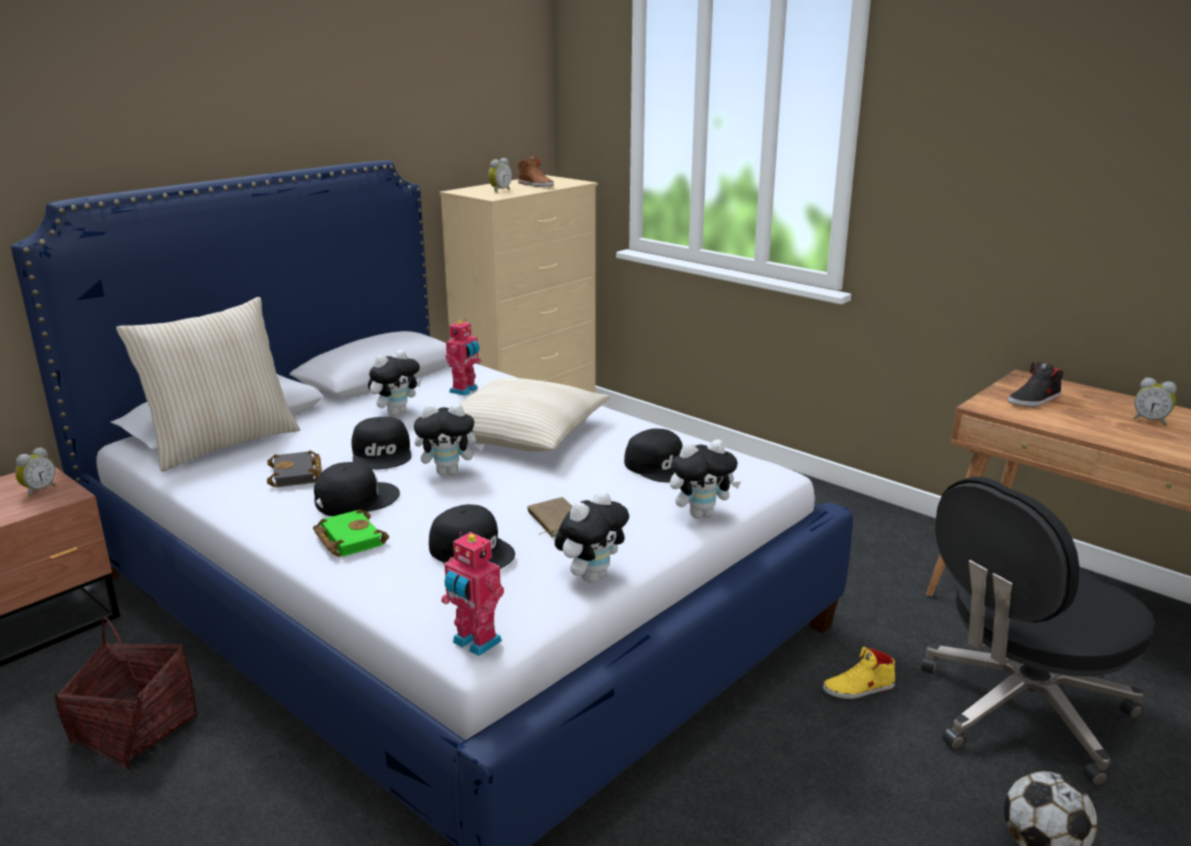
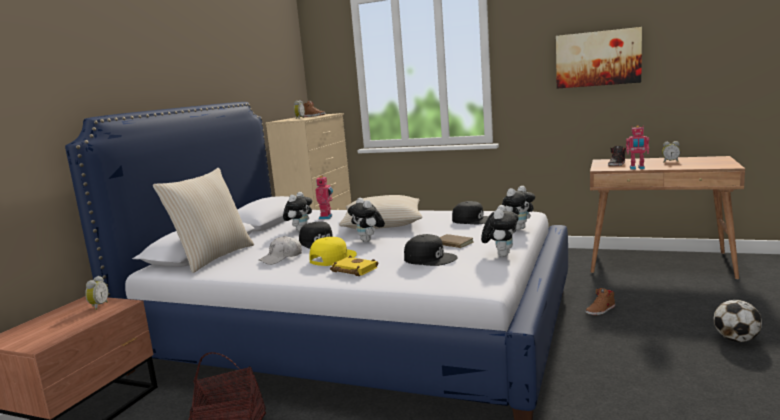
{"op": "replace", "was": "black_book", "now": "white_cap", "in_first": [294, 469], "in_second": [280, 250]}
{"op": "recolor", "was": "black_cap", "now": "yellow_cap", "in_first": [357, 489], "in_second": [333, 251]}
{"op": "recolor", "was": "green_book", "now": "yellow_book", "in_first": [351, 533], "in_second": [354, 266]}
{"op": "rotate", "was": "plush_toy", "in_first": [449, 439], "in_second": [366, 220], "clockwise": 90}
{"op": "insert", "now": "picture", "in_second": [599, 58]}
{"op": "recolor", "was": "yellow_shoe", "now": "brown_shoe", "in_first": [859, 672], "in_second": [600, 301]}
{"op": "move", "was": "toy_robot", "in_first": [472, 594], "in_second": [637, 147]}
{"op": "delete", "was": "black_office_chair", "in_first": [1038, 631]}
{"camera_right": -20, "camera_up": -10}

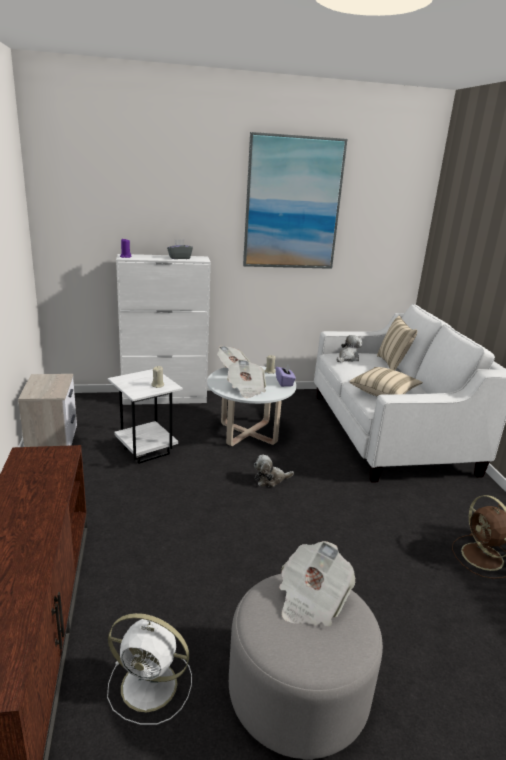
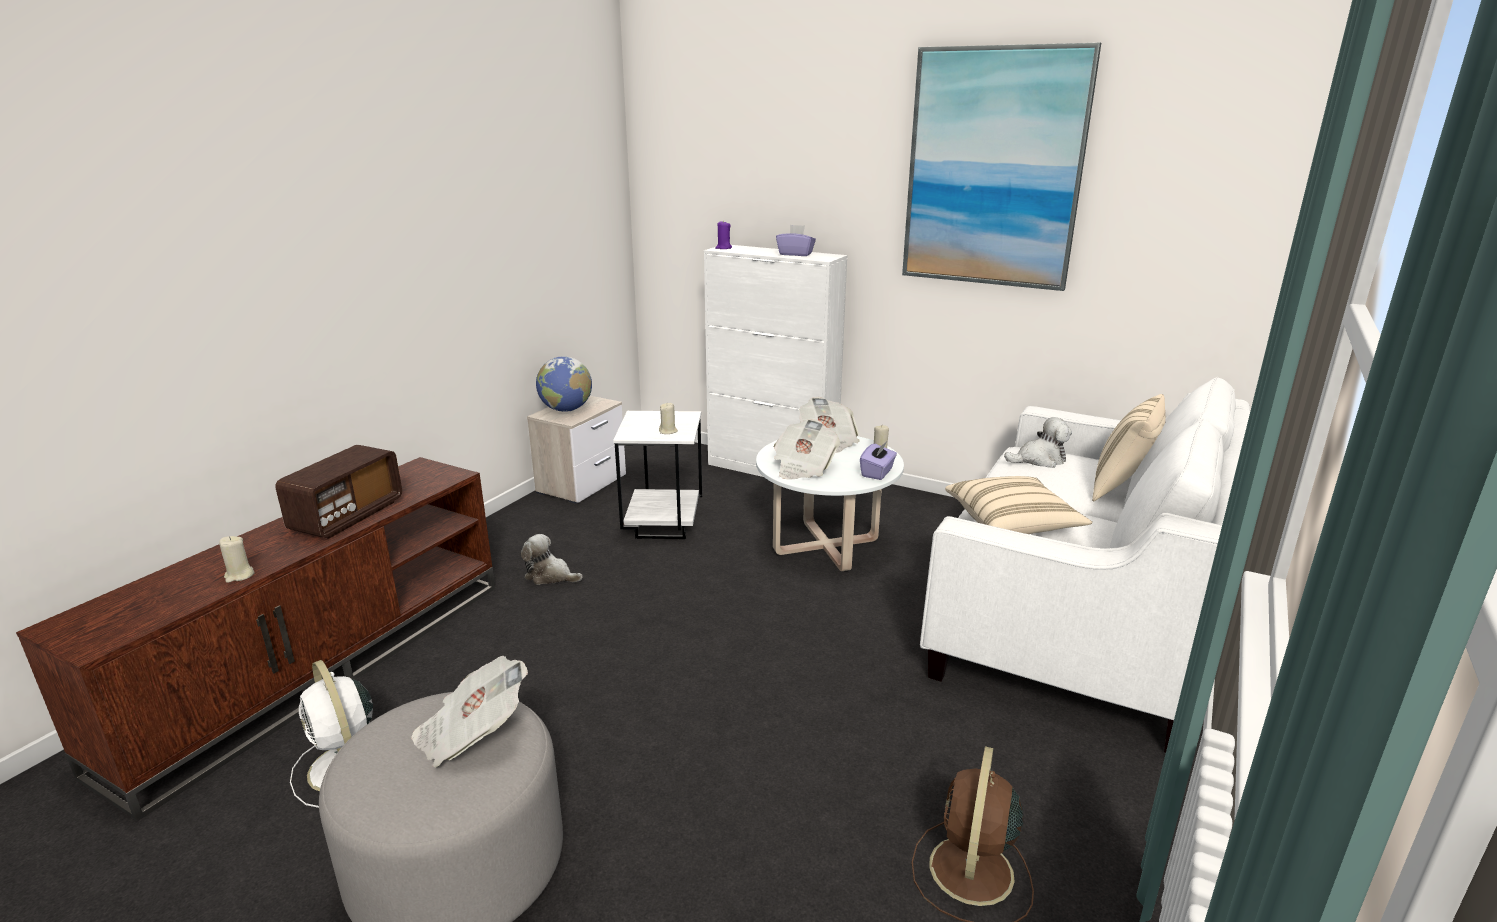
{"op": "insert", "now": "beige_candle", "in_second": [237, 559]}
{"op": "insert", "now": "radio", "in_second": [339, 492]}
{"op": "move", "was": "plush_toy", "in_first": [274, 471], "in_second": [552, 559]}
{"op": "insert", "now": "globe", "in_second": [564, 384]}
{"op": "recolor", "was": "grey_tissue_box", "now": "purple_tissue_box", "in_first": [180, 249], "in_second": [796, 240]}
{"camera_right": 40, "camera_up": 0}

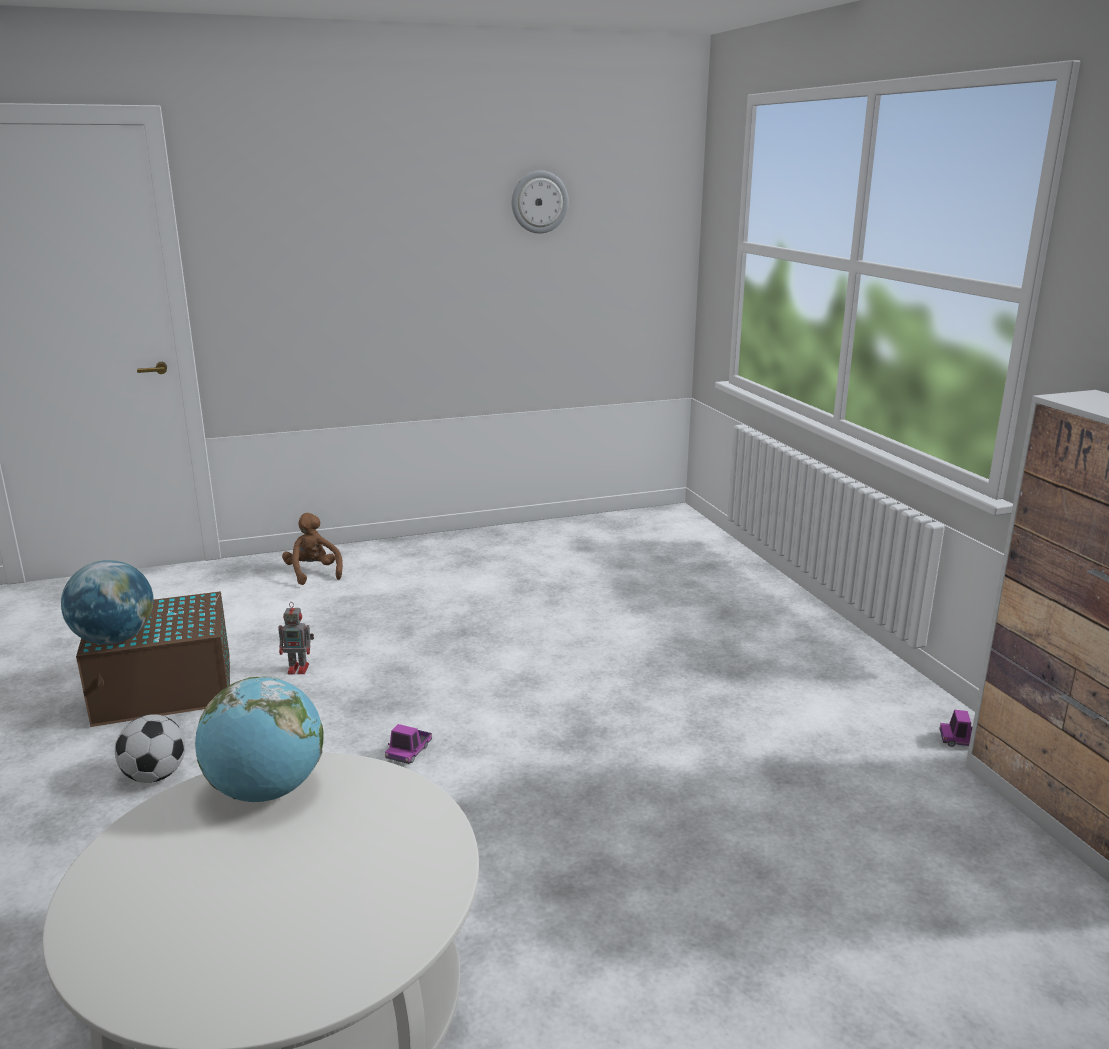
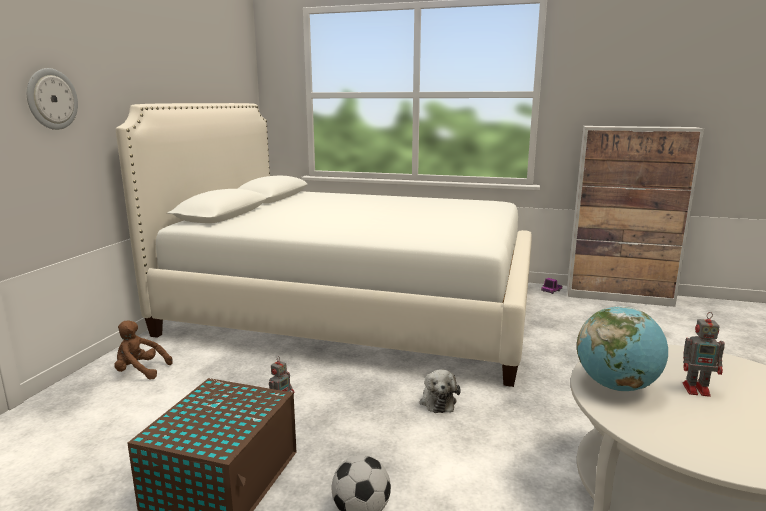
{"op": "move", "was": "wall_clock", "in_first": [540, 202], "in_second": [52, 99]}
{"op": "insert", "now": "white_bed", "in_second": [324, 245]}
{"op": "replace", "was": "toy_truck", "now": "plush_toy", "in_first": [408, 744], "in_second": [440, 391]}
{"op": "insert", "now": "toy_robot", "in_second": [704, 354]}
{"op": "delete", "was": "globe", "in_first": [107, 602]}
{"camera_right": -55, "camera_up": -5}

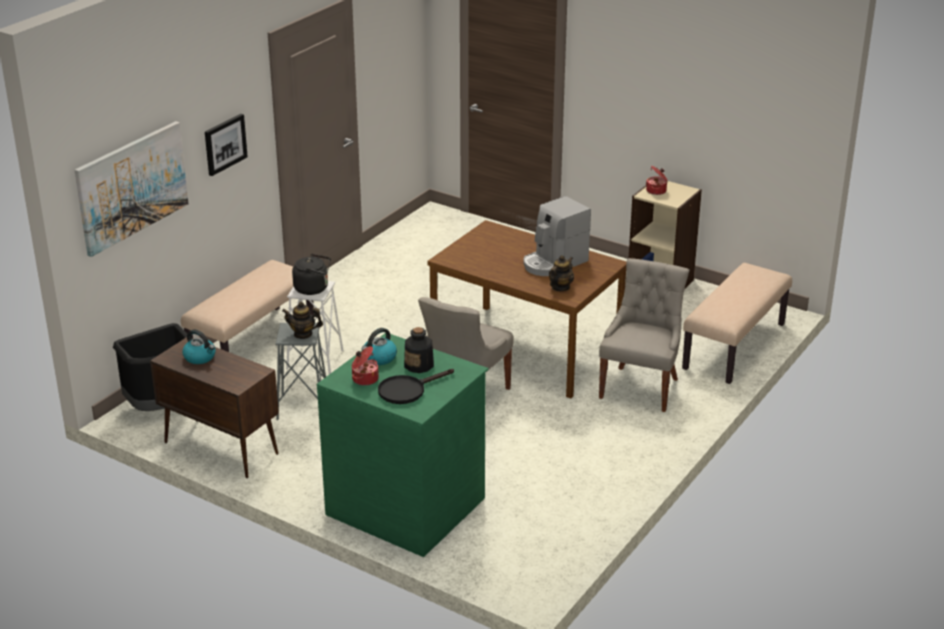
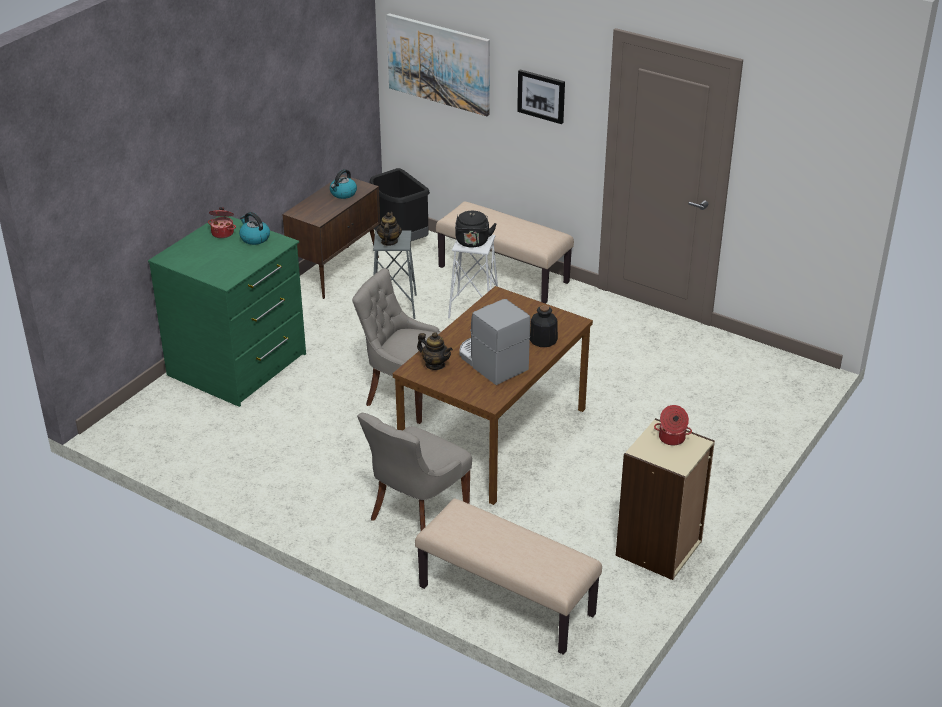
{"op": "rotate", "was": "grey_chair", "in_first": [644, 335], "in_second": [414, 472], "clockwise": 105}
{"op": "move", "was": "bottle", "in_first": [419, 350], "in_second": [544, 326]}
{"op": "delete", "was": "black_frying_pan", "in_first": [416, 386]}
{"camera_right": 90, "camera_up": 5}

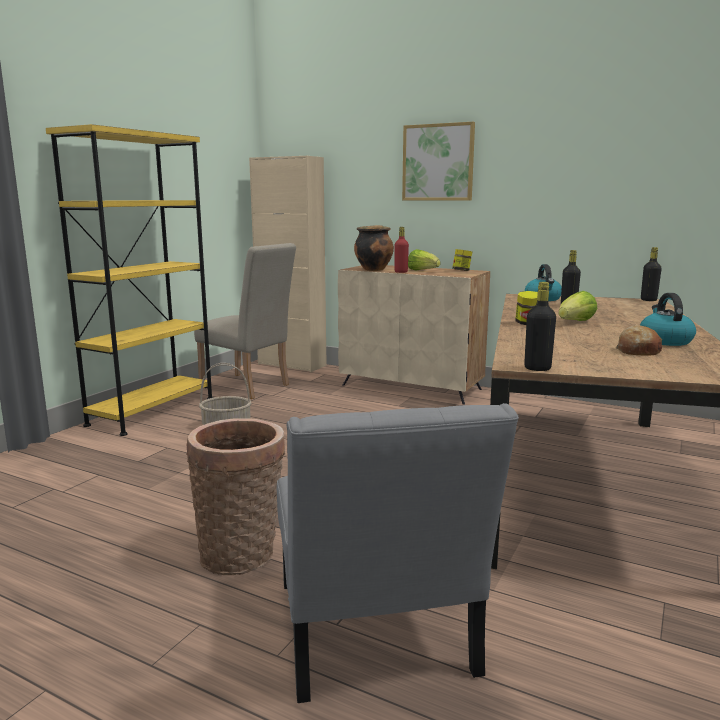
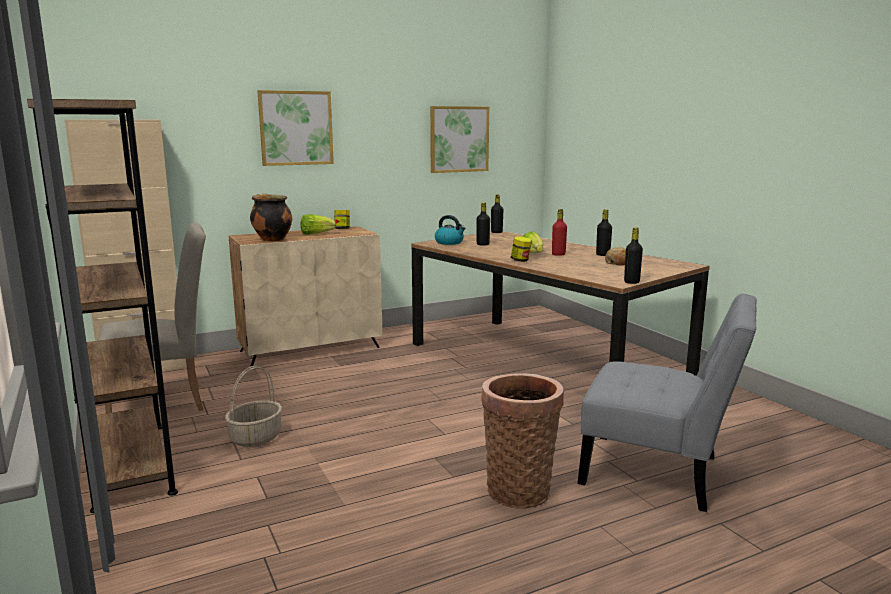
{"op": "recolor", "was": "yellow_bookcase", "now": "brown_bookcase", "in_first": [129, 280], "in_second": [102, 306]}
{"op": "insert", "now": "picture", "in_second": [459, 139]}
{"op": "move", "was": "red_bottle", "in_first": [402, 250], "in_second": [559, 232]}
{"op": "replace", "was": "kettle", "now": "black_bottle", "in_first": [668, 319], "in_second": [604, 232]}
{"camera_right": -55, "camera_up": 0}

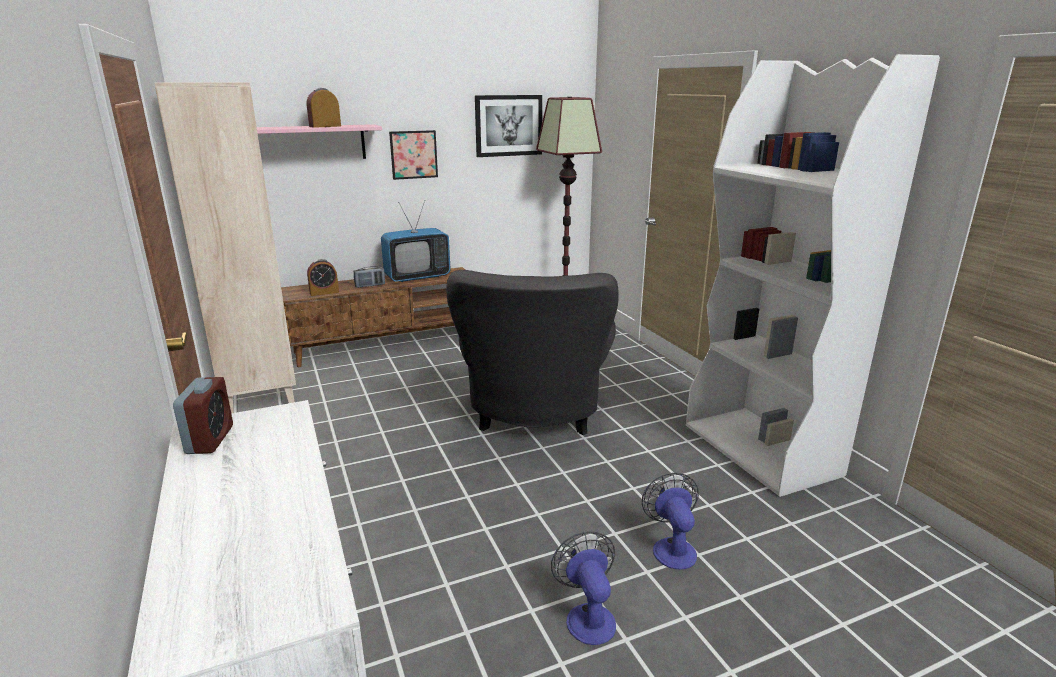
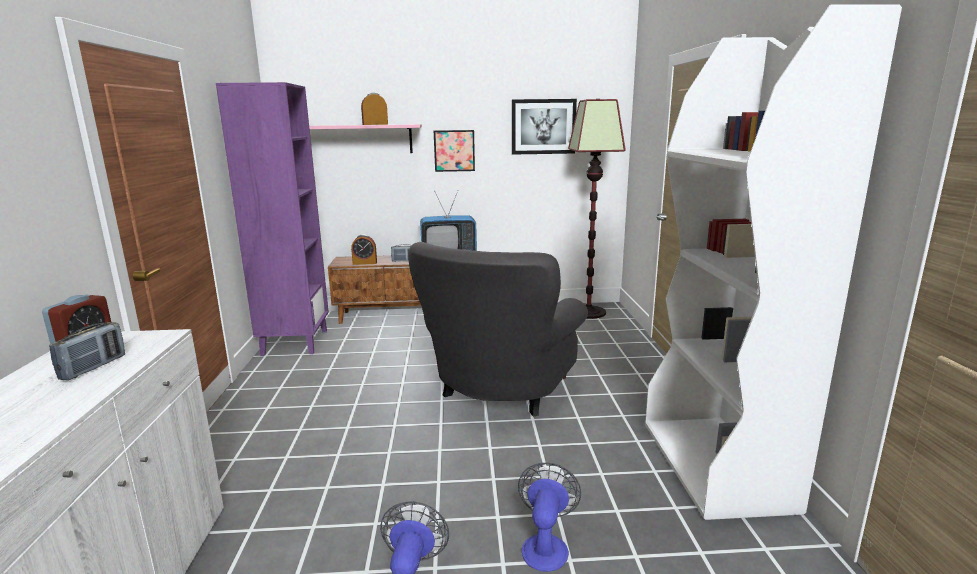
{"op": "insert", "now": "radio", "in_second": [87, 351]}
{"op": "recolor", "was": "beige_bookcase", "now": "purple_bookcase", "in_first": [225, 248], "in_second": [272, 219]}
{"camera_right": 20, "camera_up": -5}

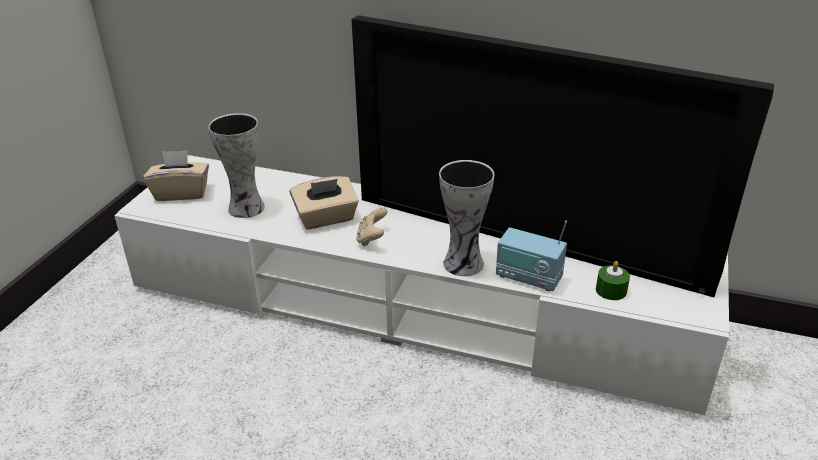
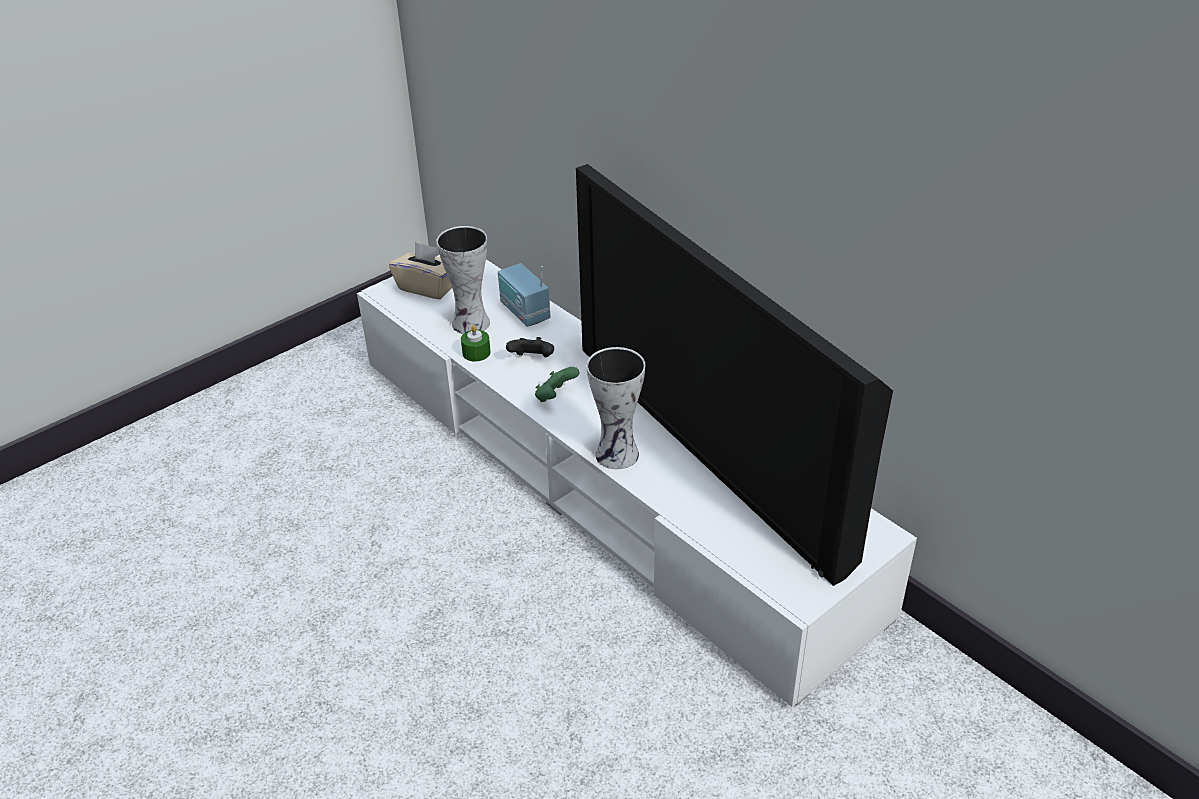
{"op": "move", "was": "green_candle", "in_first": [613, 280], "in_second": [476, 343]}
{"op": "move", "was": "radio", "in_first": [531, 256], "in_second": [524, 295]}
{"op": "replace", "was": "beige_tissue_box", "now": "black_game_controller", "in_first": [324, 202], "in_second": [530, 347]}
{"op": "recolor", "was": "beige_game_controller", "now": "green_game_controller", "in_first": [371, 227], "in_second": [557, 384]}
{"camera_right": 30, "camera_up": 5}

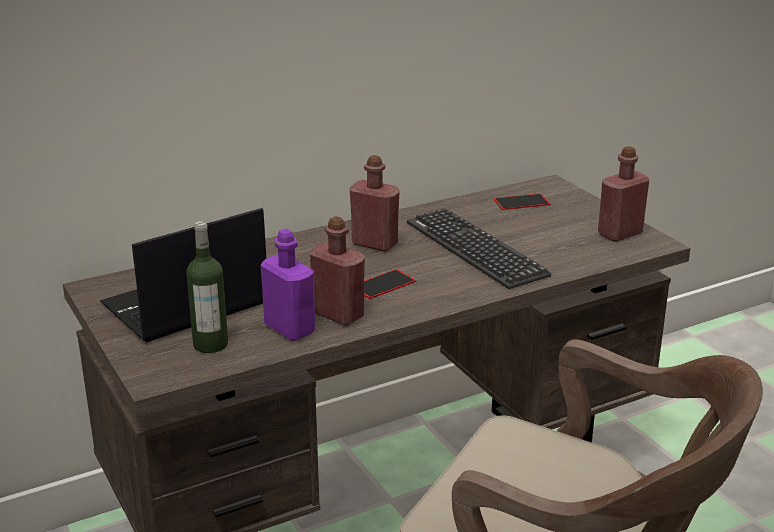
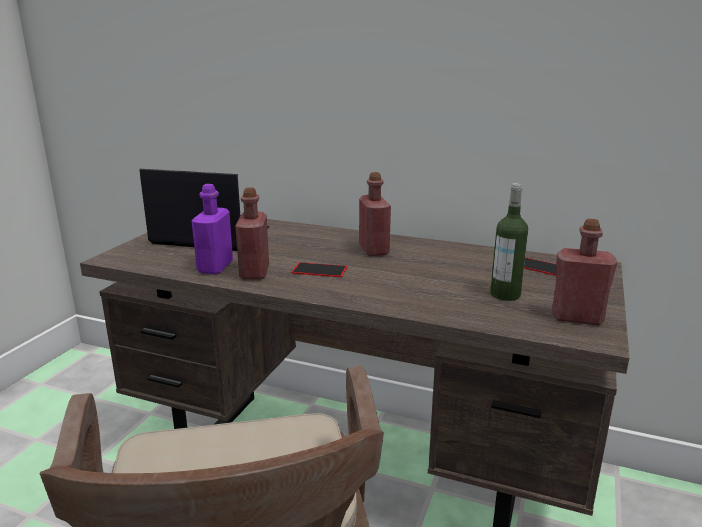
{"op": "move", "was": "bottle", "in_first": [207, 287], "in_second": [509, 242]}
{"op": "delete", "was": "keyboard", "in_first": [479, 248]}
{"camera_right": 50, "camera_up": -5}

